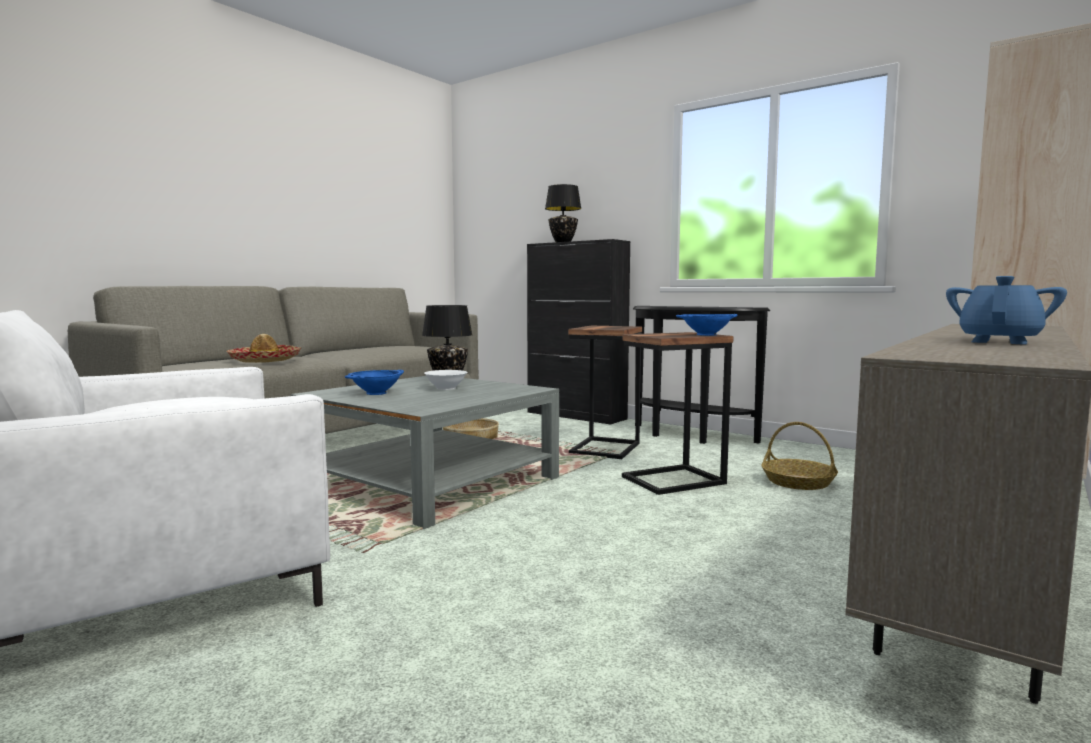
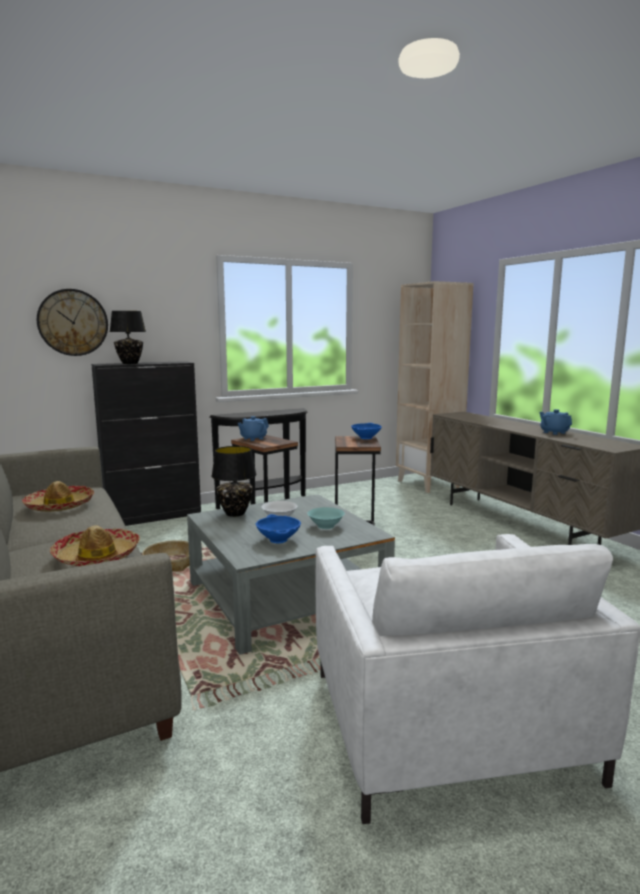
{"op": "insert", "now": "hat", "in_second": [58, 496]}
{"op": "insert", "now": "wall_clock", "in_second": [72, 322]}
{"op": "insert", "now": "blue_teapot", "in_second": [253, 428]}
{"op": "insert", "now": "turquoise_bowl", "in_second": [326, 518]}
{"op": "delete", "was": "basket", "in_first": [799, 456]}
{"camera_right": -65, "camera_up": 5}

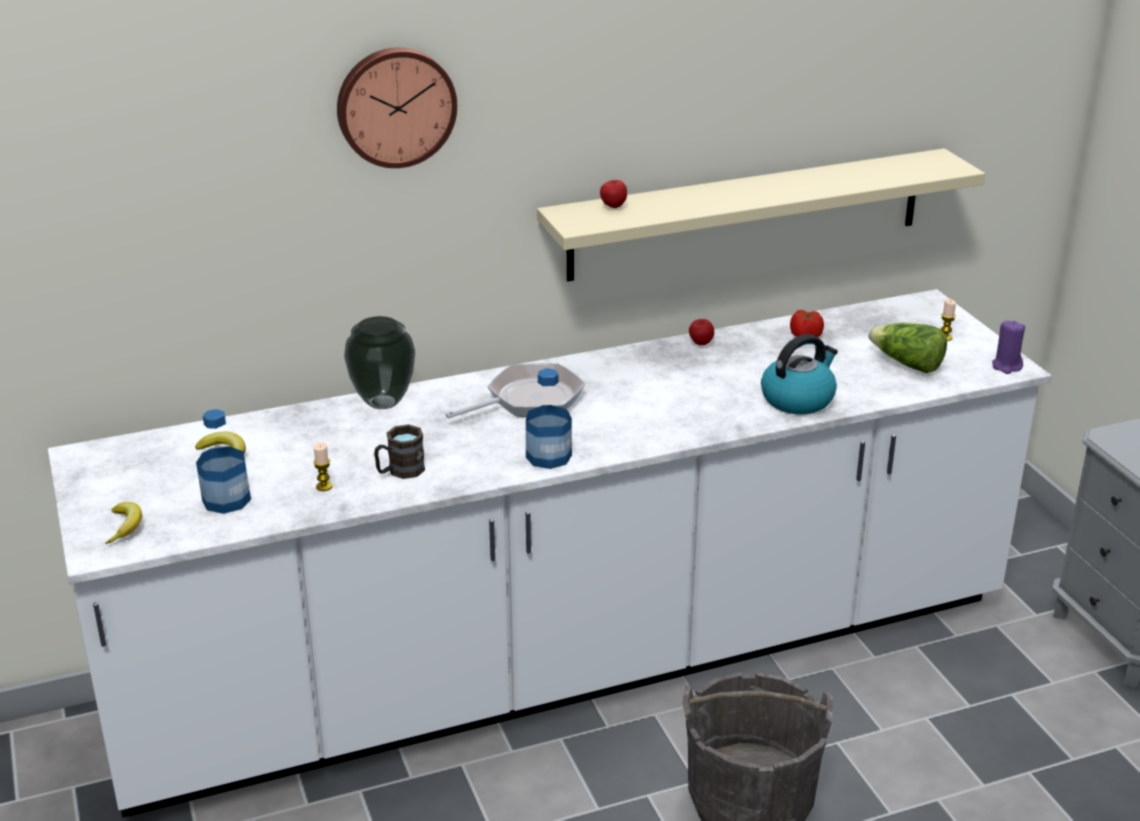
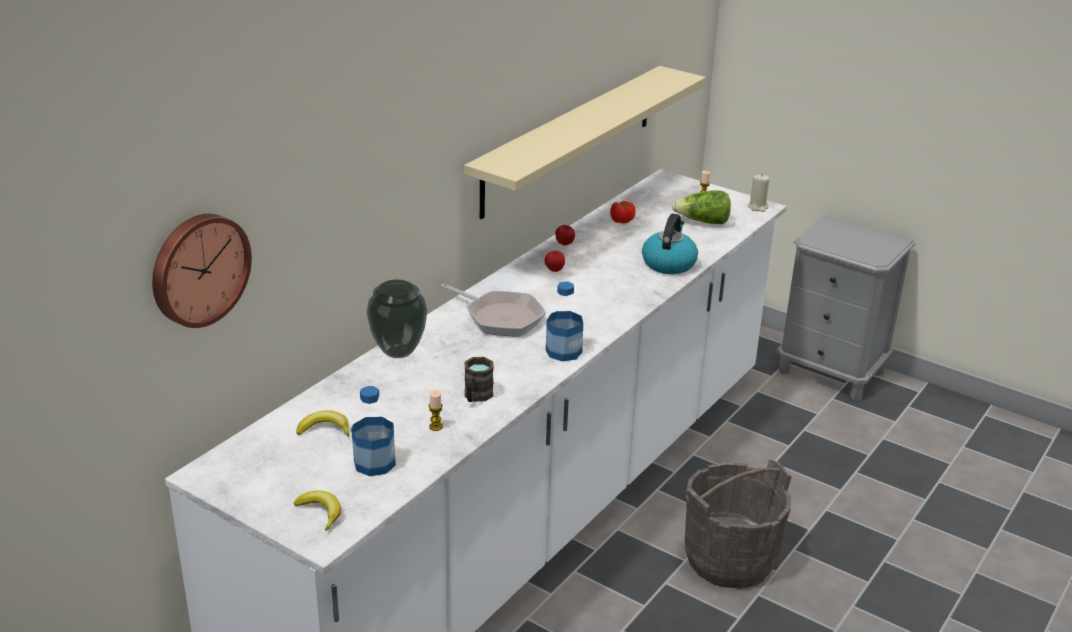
{"op": "move", "was": "wall_clock", "in_first": [397, 107], "in_second": [202, 271]}
{"op": "rotate", "was": "frying_pan", "in_first": [515, 390], "in_second": [493, 310], "clockwise": 105}
{"op": "move", "was": "apple", "in_first": [613, 194], "in_second": [555, 261]}
{"op": "recolor", "was": "purple_candle", "now": "beige_candle", "in_first": [1008, 347], "in_second": [758, 193]}
{"camera_right": -35, "camera_up": 0}

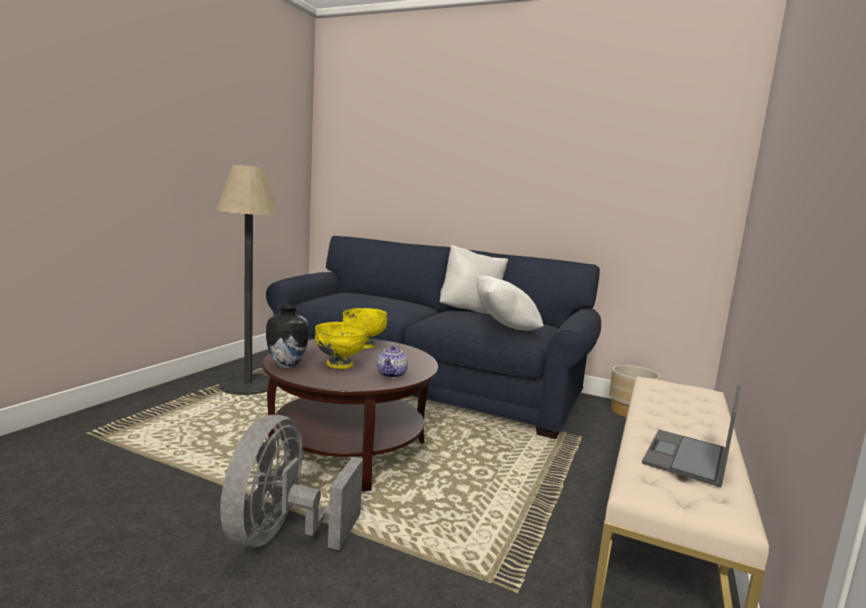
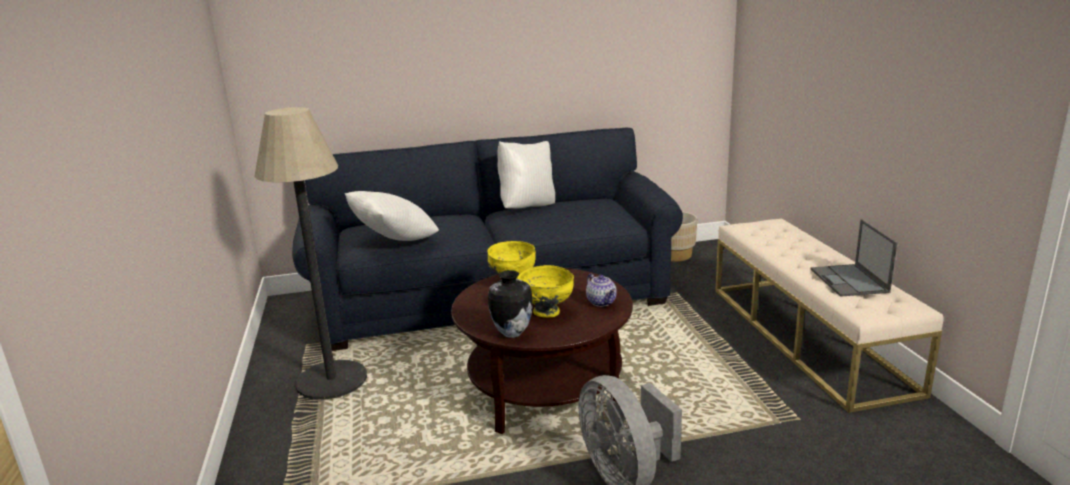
{"op": "move", "was": "white_pillow", "in_first": [510, 303], "in_second": [392, 216]}
{"camera_right": -35, "camera_up": 10}

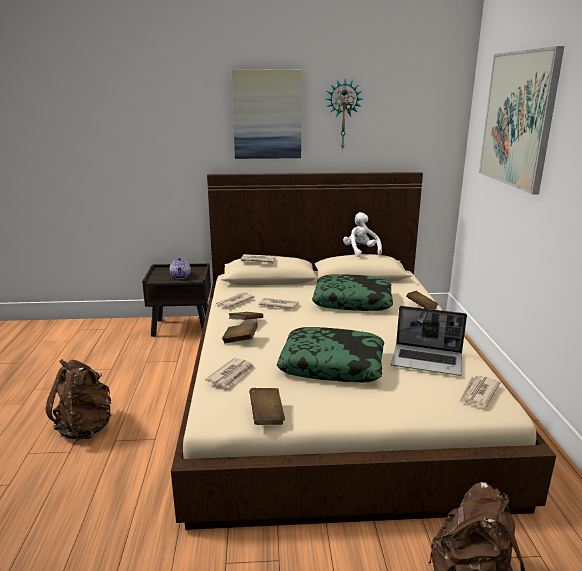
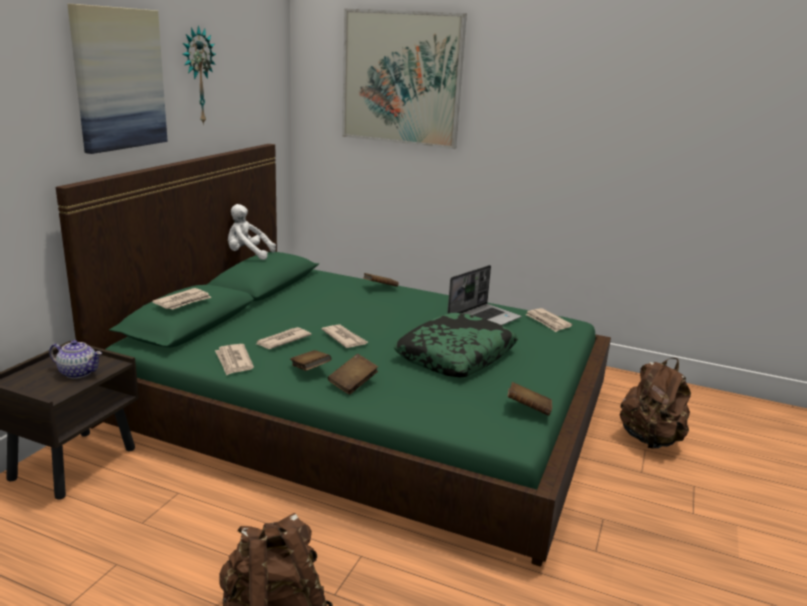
{"op": "recolor", "was": "beige_bed", "now": "green_bed", "in_first": [363, 351], "in_second": [333, 355]}
{"op": "move", "was": "newspaper", "in_first": [230, 372], "in_second": [345, 336]}
{"op": "delete", "was": "pillow", "in_first": [352, 292]}
{"camera_right": -65, "camera_up": 0}

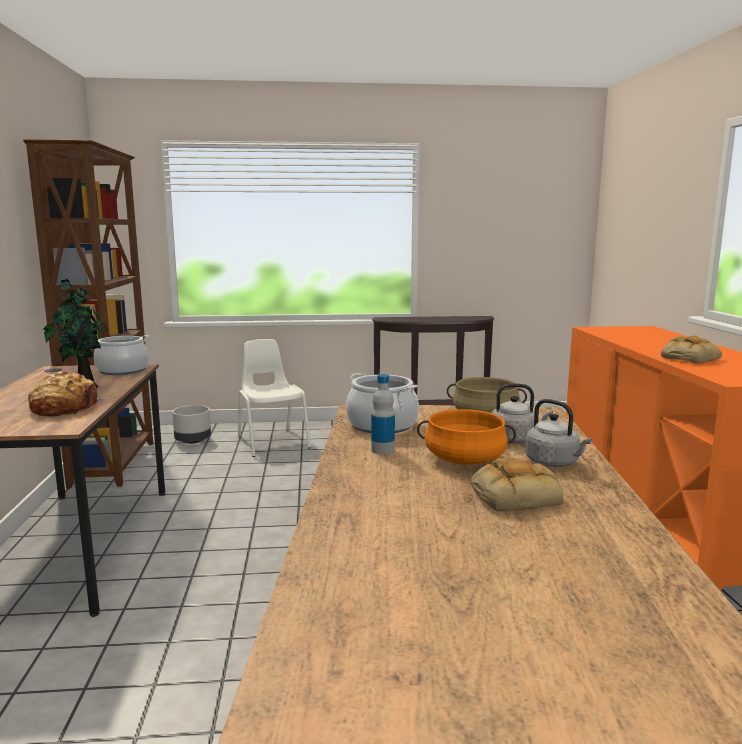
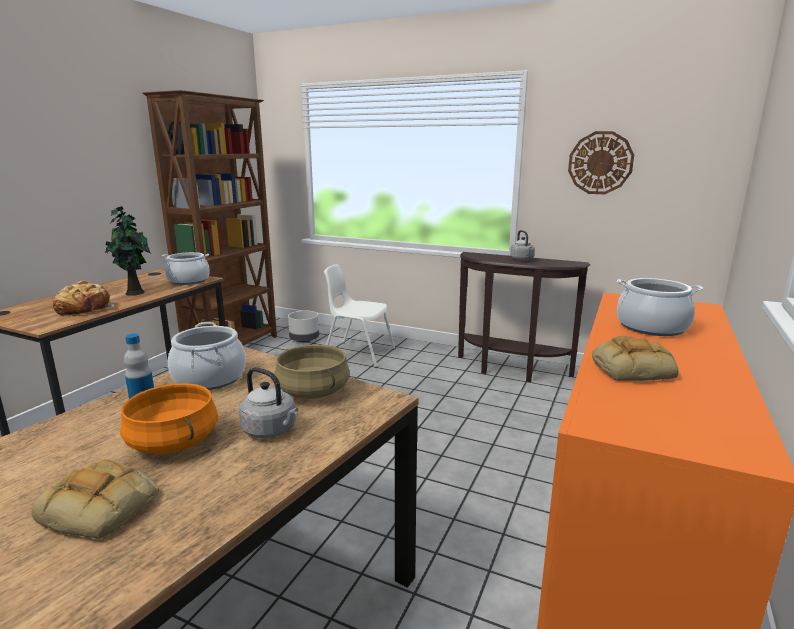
{"op": "rotate", "was": "white_chair", "in_first": [274, 398], "in_second": [359, 316], "clockwise": -75}
{"op": "move", "was": "grey_kettle", "in_first": [558, 433], "in_second": [522, 245]}
{"op": "insert", "now": "wall_clock", "in_second": [601, 162]}
{"op": "insert", "now": "cooking_pot", "in_second": [660, 307]}
{"camera_right": 30, "camera_up": 5}

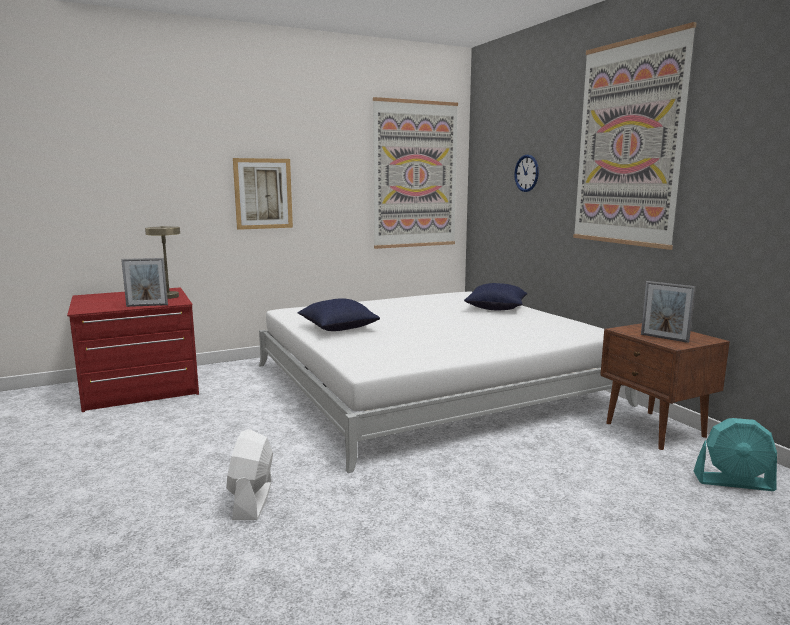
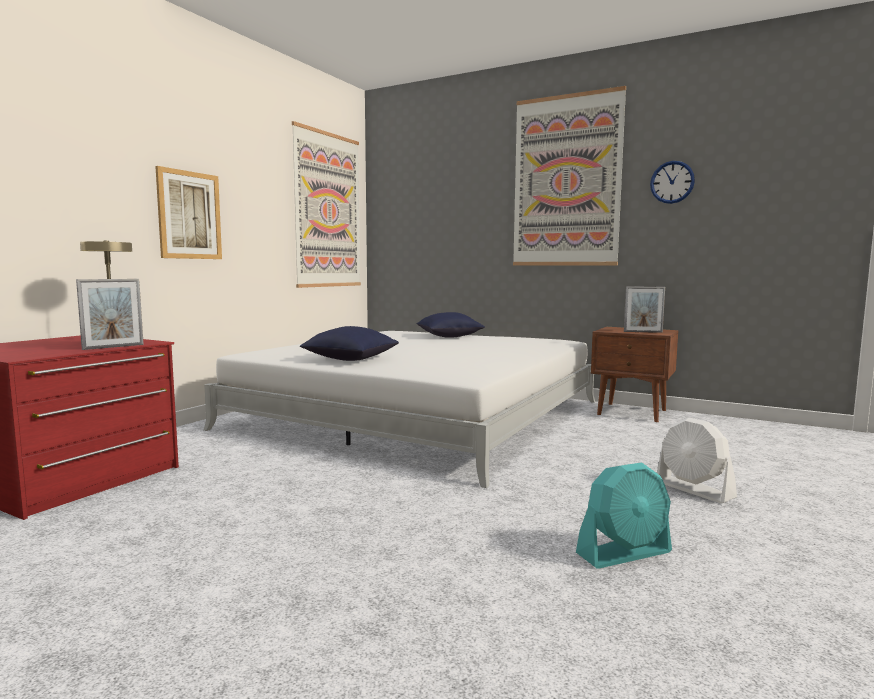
{"op": "move", "was": "turquoise_fan", "in_first": [735, 454], "in_second": [624, 515]}
{"op": "move", "was": "wall_clock", "in_first": [526, 173], "in_second": [672, 182]}
{"op": "move", "was": "white_fan", "in_first": [249, 474], "in_second": [697, 460]}
{"camera_right": -35, "camera_up": -5}

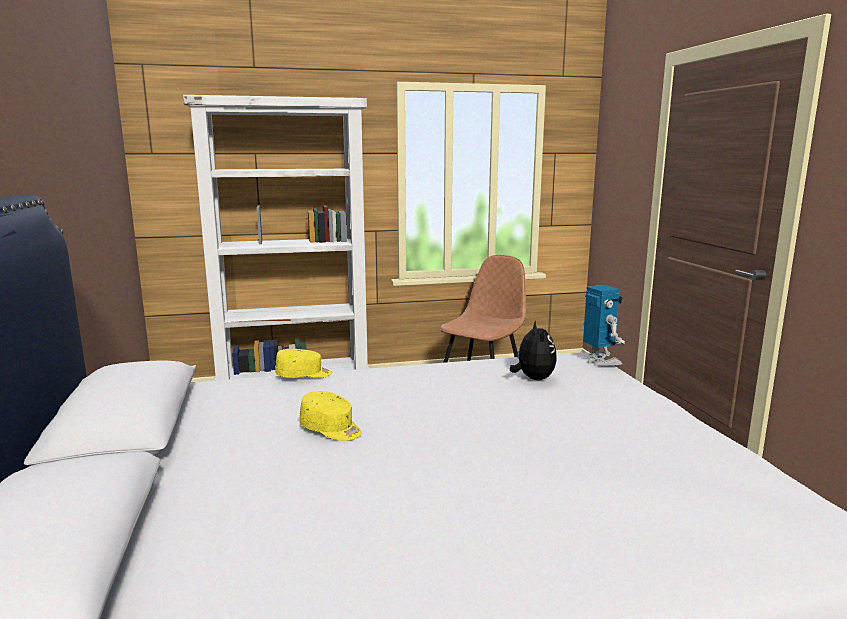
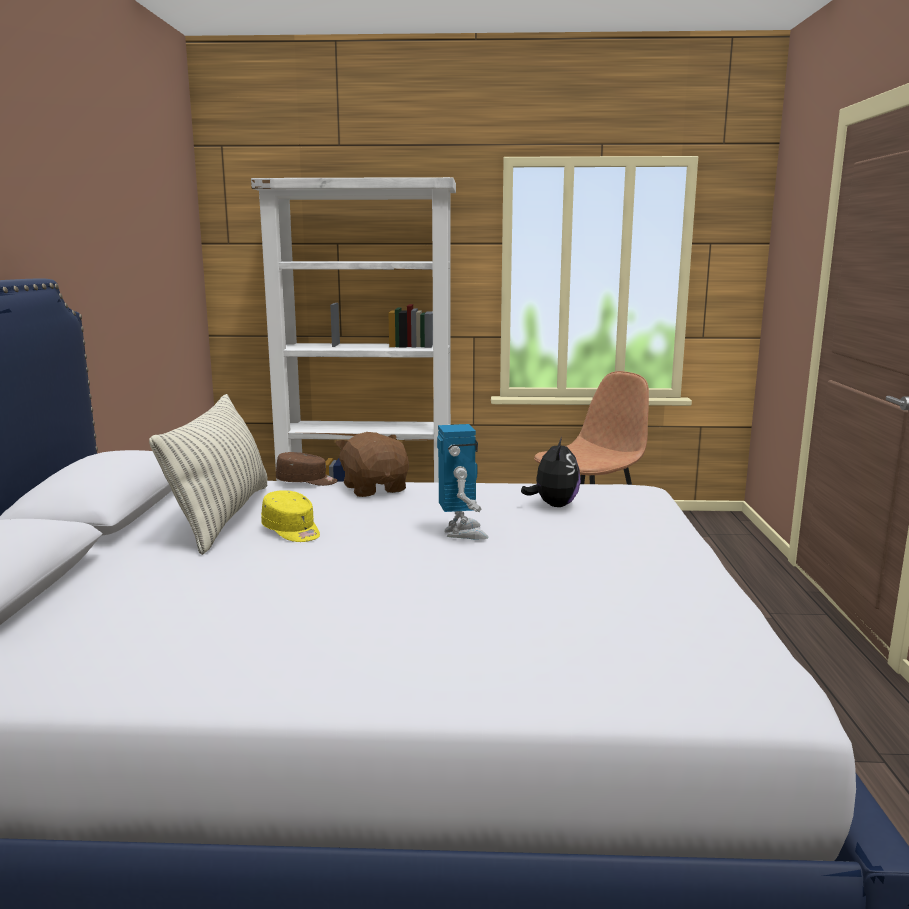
{"op": "insert", "now": "pillow", "in_second": [208, 474]}
{"op": "recolor", "was": "yellow_cap", "now": "brown_cap", "in_first": [303, 363], "in_second": [307, 469]}
{"op": "insert", "now": "brown_plush_toy", "in_second": [372, 464]}
{"op": "move", "was": "toy_robot", "in_first": [604, 325], "in_second": [463, 482]}
{"camera_right": 15, "camera_up": 0}

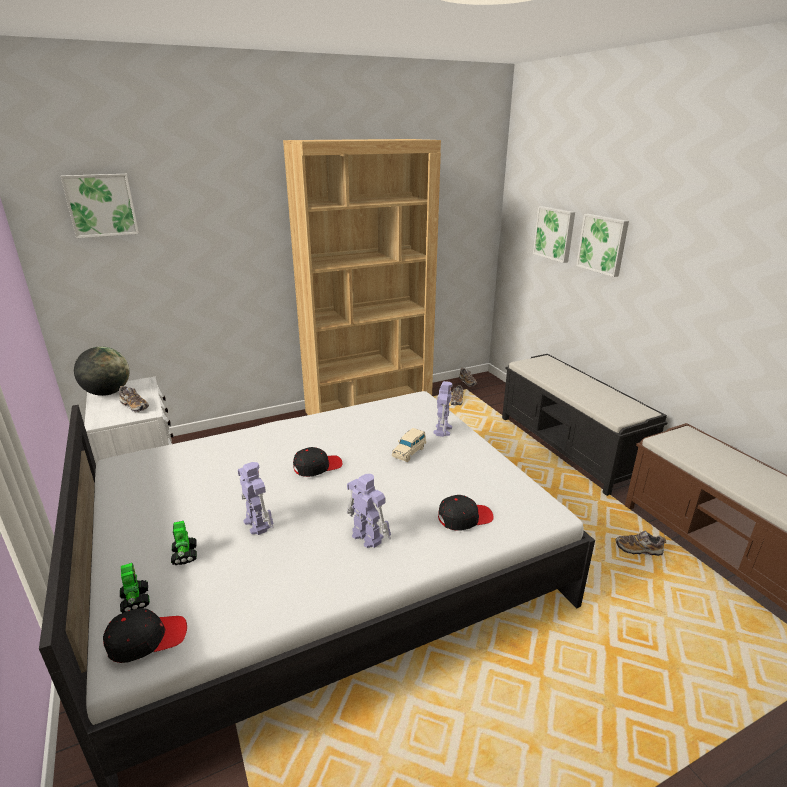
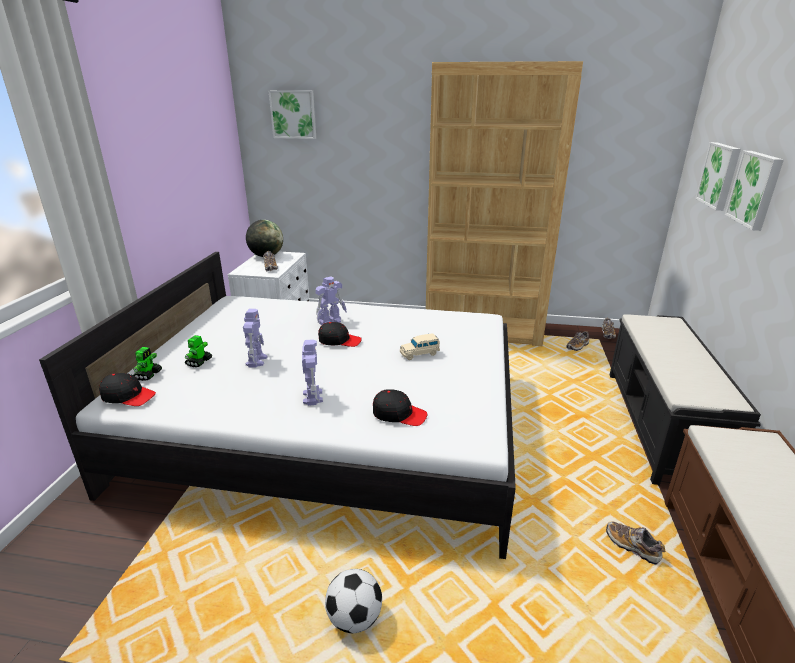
{"op": "move", "was": "toy_robot", "in_first": [442, 409], "in_second": [331, 300]}
{"op": "insert", "now": "football", "in_second": [353, 601]}
{"camera_right": 35, "camera_up": 0}

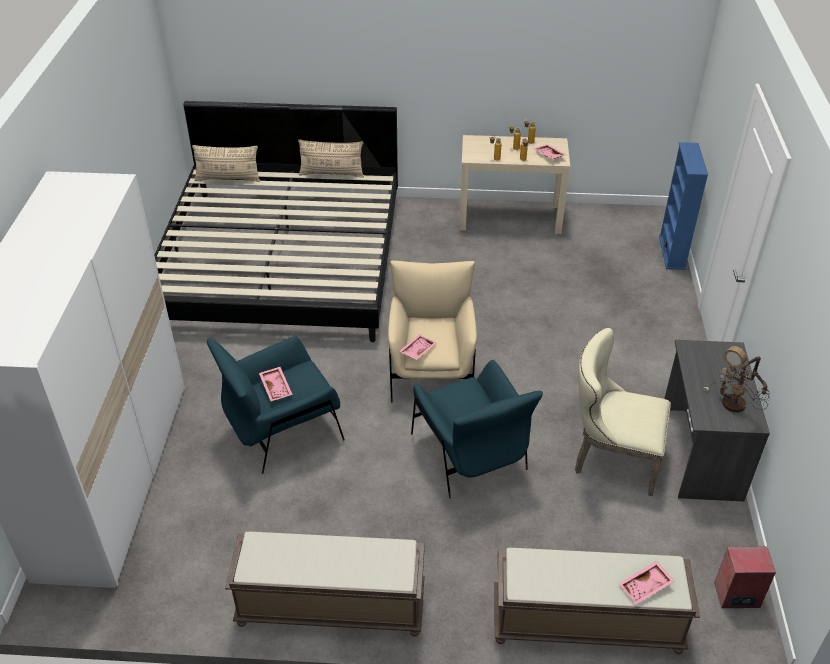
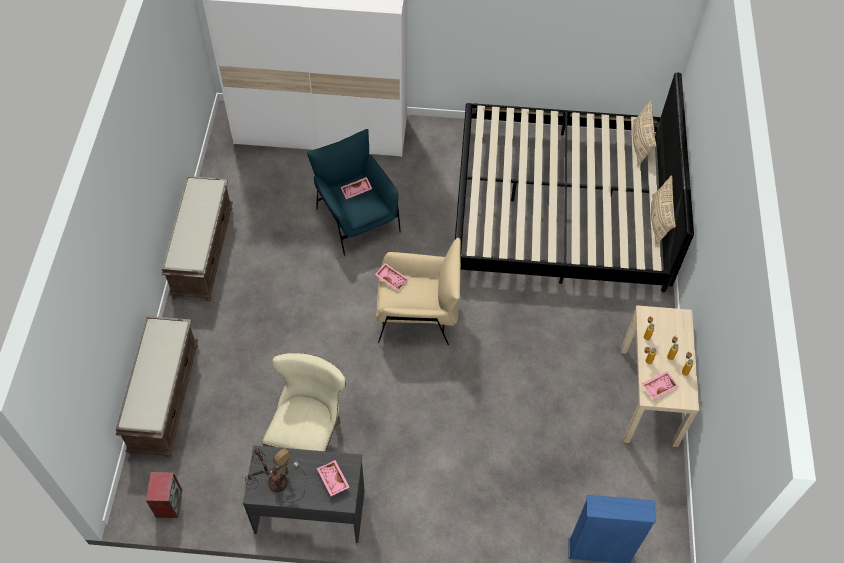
{"op": "move", "was": "pink_tray", "in_first": [646, 582], "in_second": [333, 478]}
{"op": "delete", "was": "blue_armchair", "in_first": [477, 429]}
{"camera_right": 90, "camera_up": 15}

